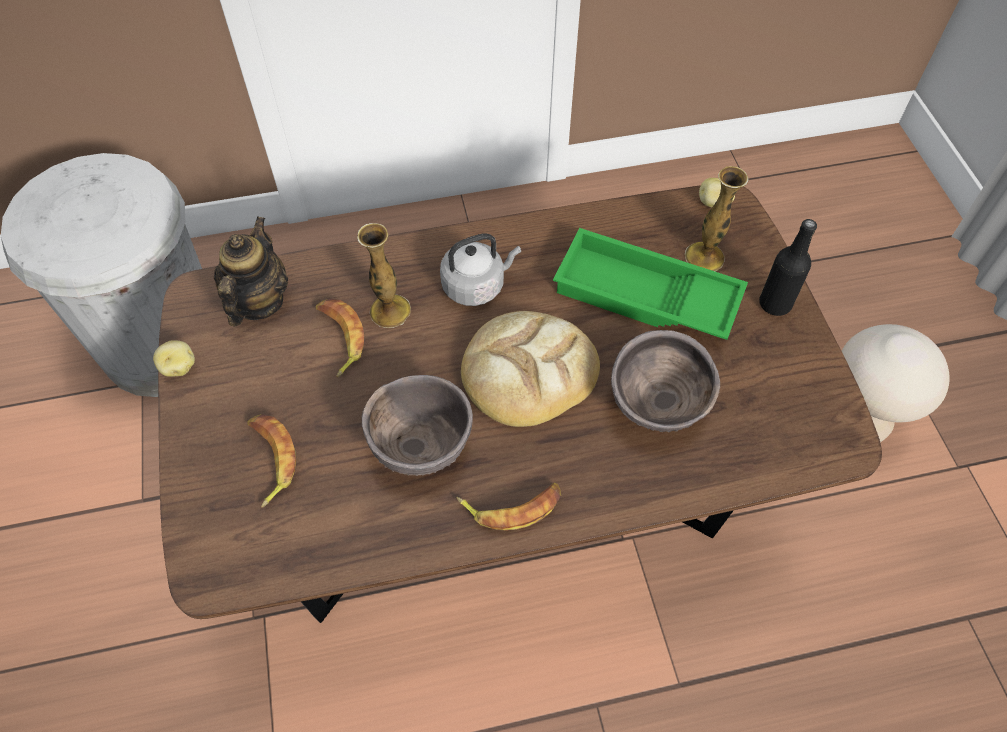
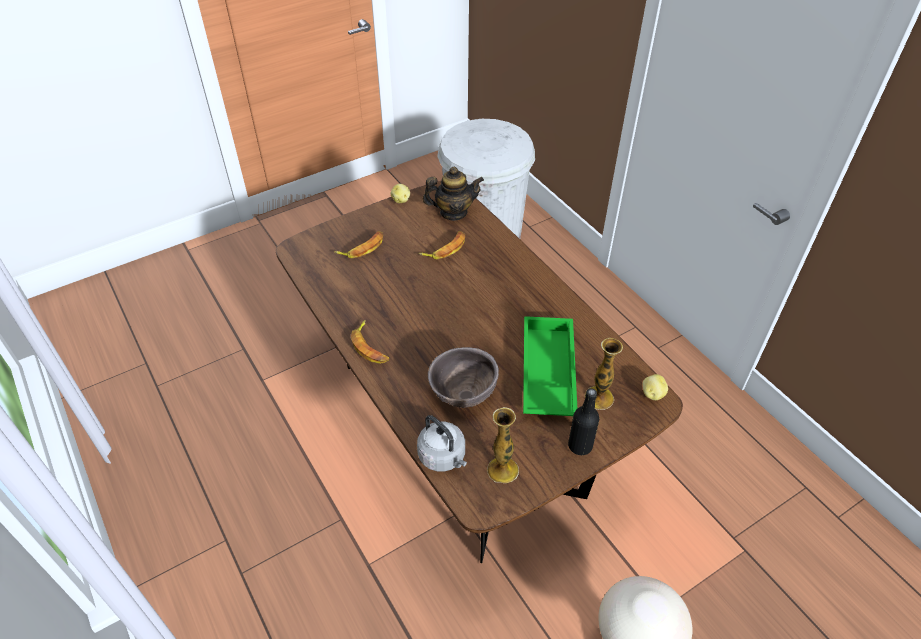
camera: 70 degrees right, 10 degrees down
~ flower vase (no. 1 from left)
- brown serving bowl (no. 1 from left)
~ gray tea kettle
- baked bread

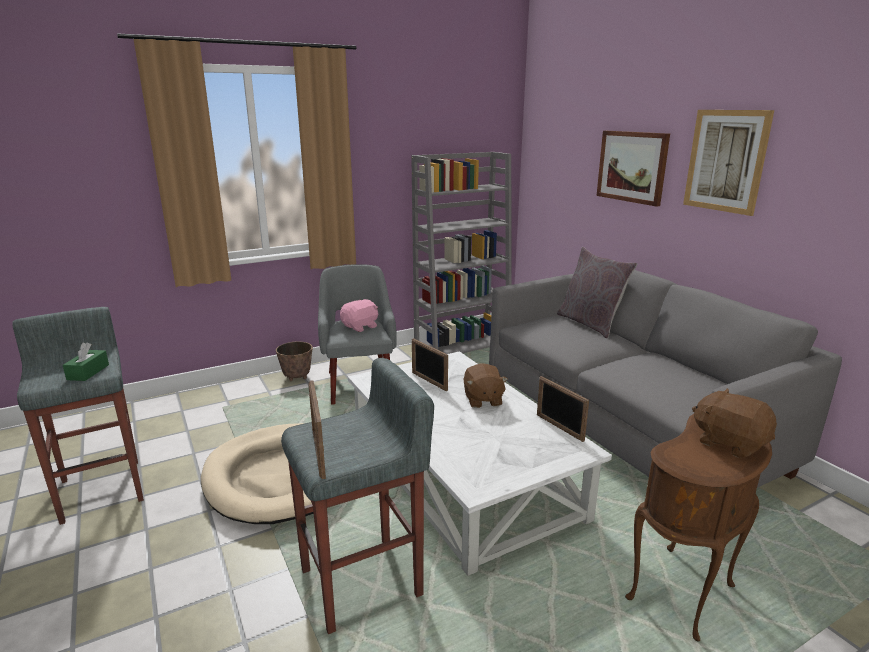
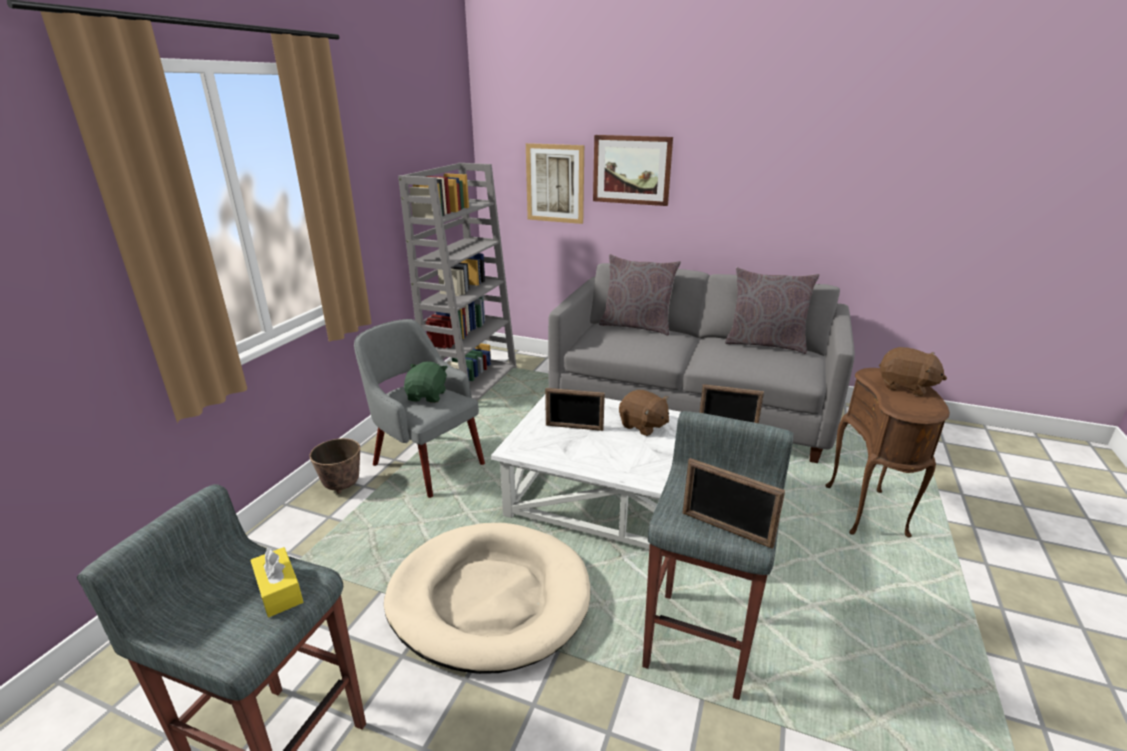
camera: 40 degrees left, 5 degrees up
~ green-coloured tissue holder to yellow tissue holder
~ pinkish soft toy to green-coloured soft toy
~ wall art (no. 2 from left in the first image) to wall art (no. 1 from left)
~ brown soft toy (no. 2 from left) 150 degrees counterclockwise
+ gray throw pillow (no. 2 from left)

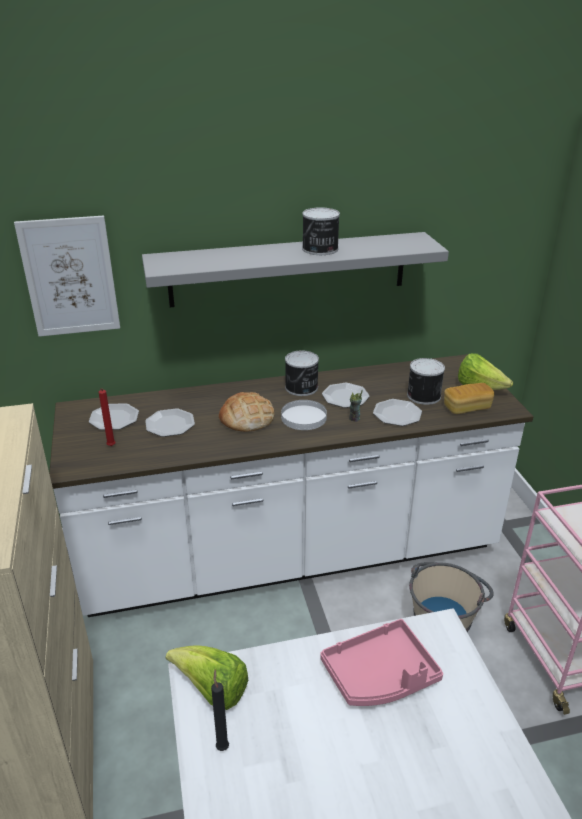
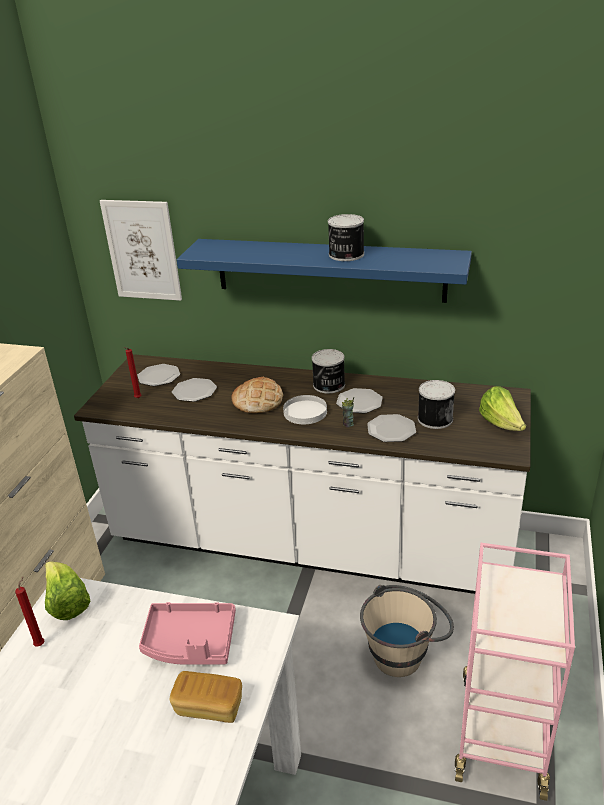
camera: 30 degrees right, 0 degrees up
~ gray wall shelf to bluish wall shelf
~ black-coloured candle to red candle (no. 1 from left)
~ baked bread (no. 2 from left in the first image) to baked bread (no. 1 from left)

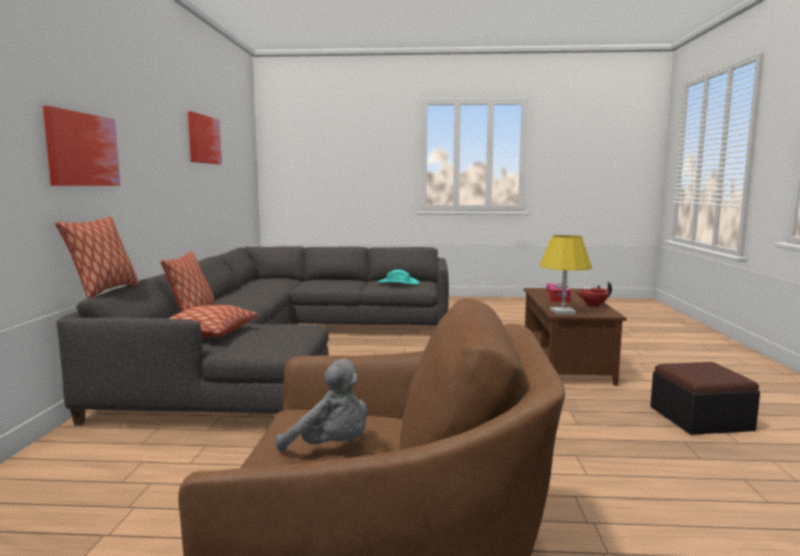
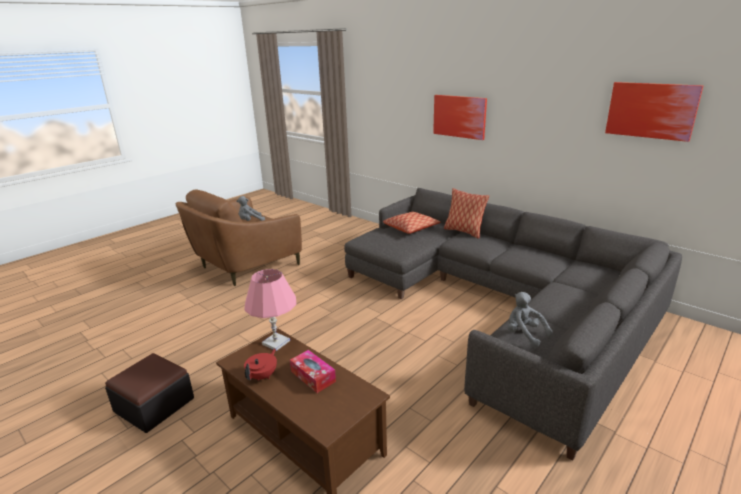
camera: 130 degrees right, 15 degrees up
- throw pillow (no. 1 from left)
~ blue-green clothing hat to gray soft toy (no. 2 from left)
~ yellow table lamp to pinkish table lamp

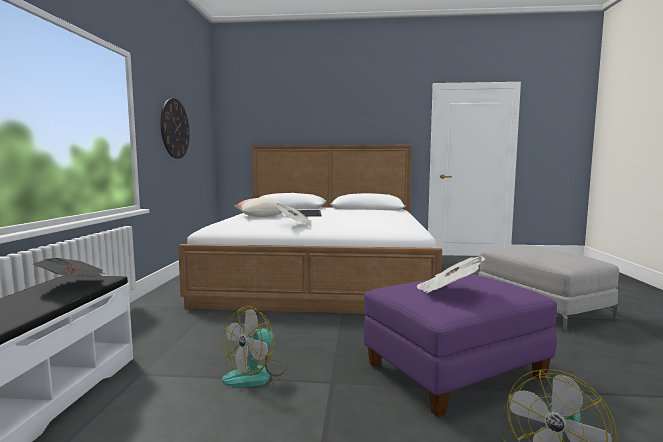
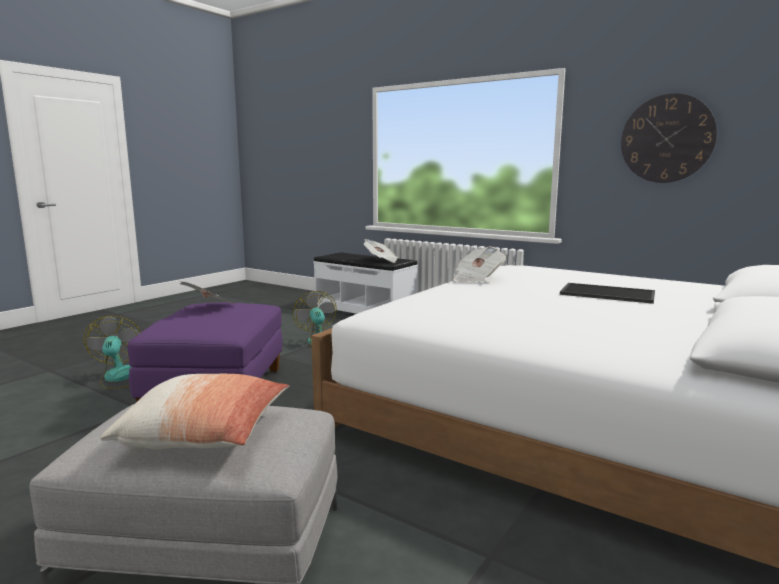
camera: 120 degrees right, 5 degrees up
~ throw pillow

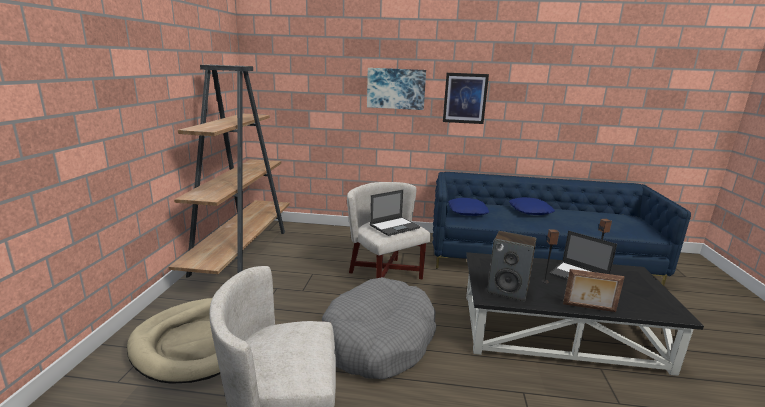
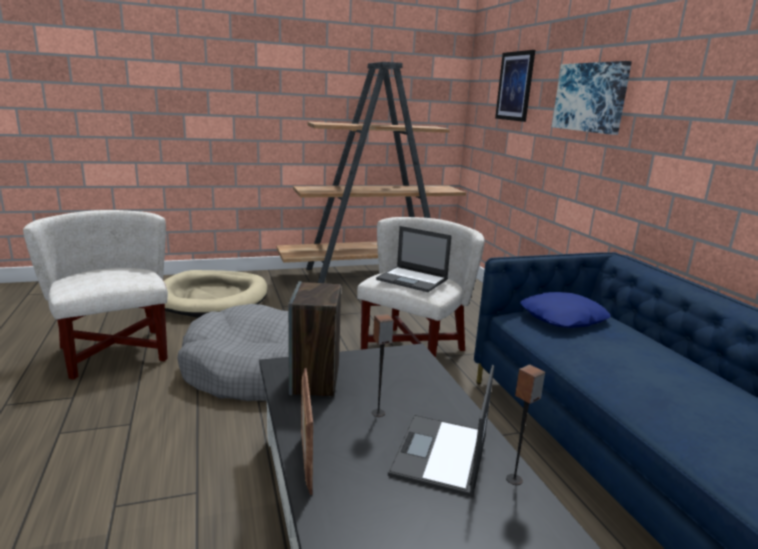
camera: 65 degrees right, 0 degrees up
~ wall art (no. 2 from left in the first image) to wall art (no. 1 from left)
- bluish throw pillow (no. 2 from left)

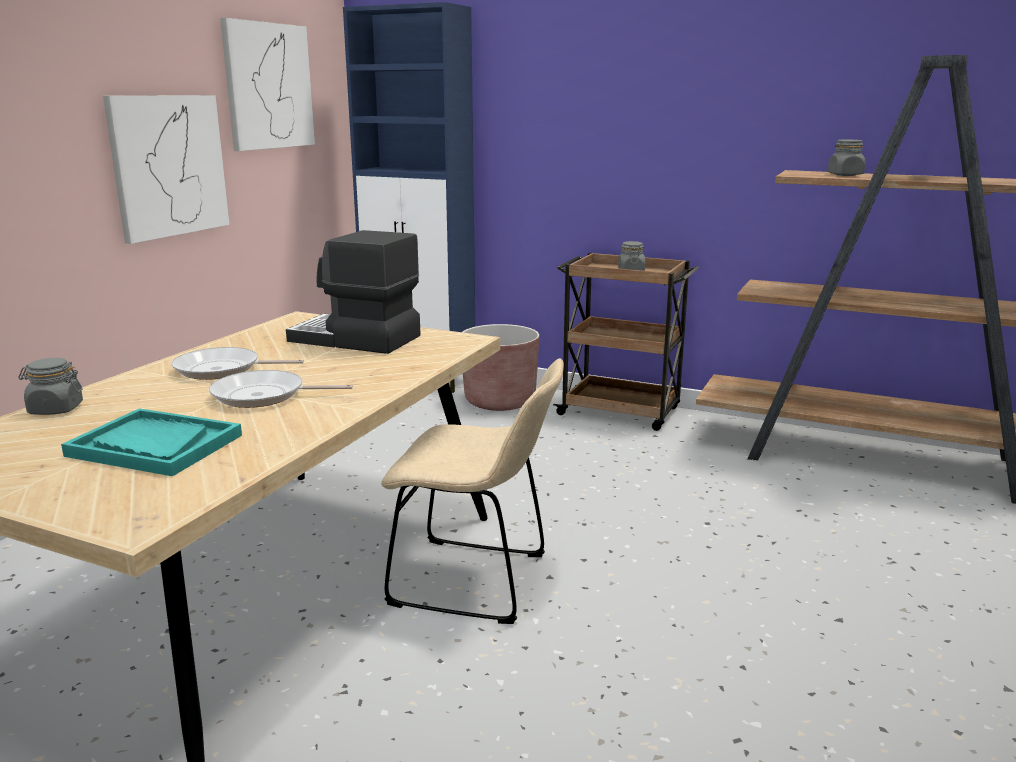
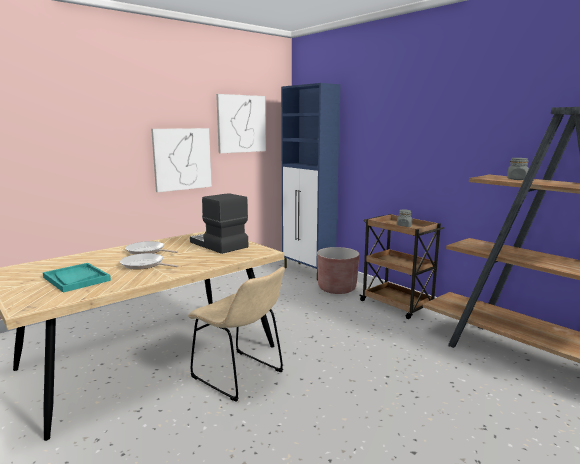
camera: 25 degrees right, 5 degrees down
- gray jar (no. 1 from left)

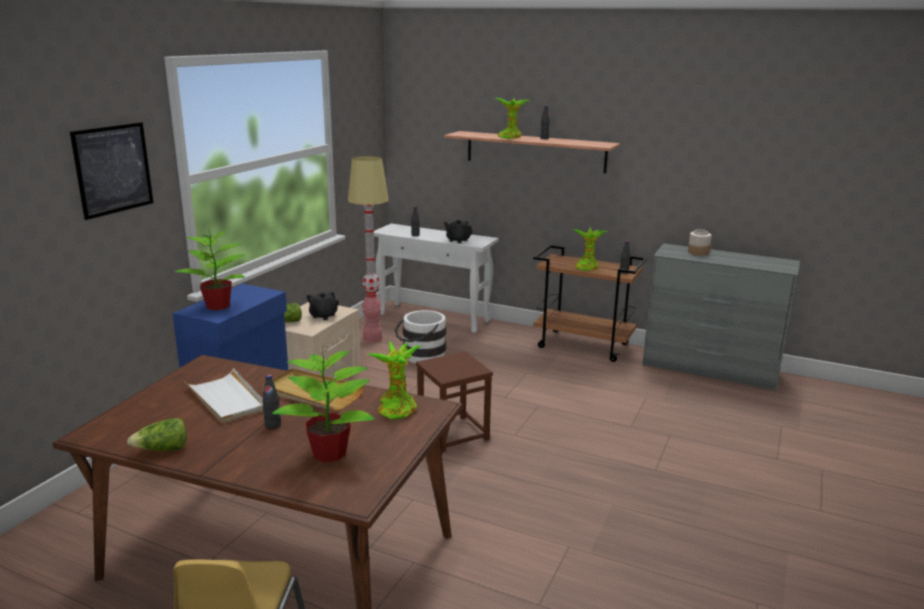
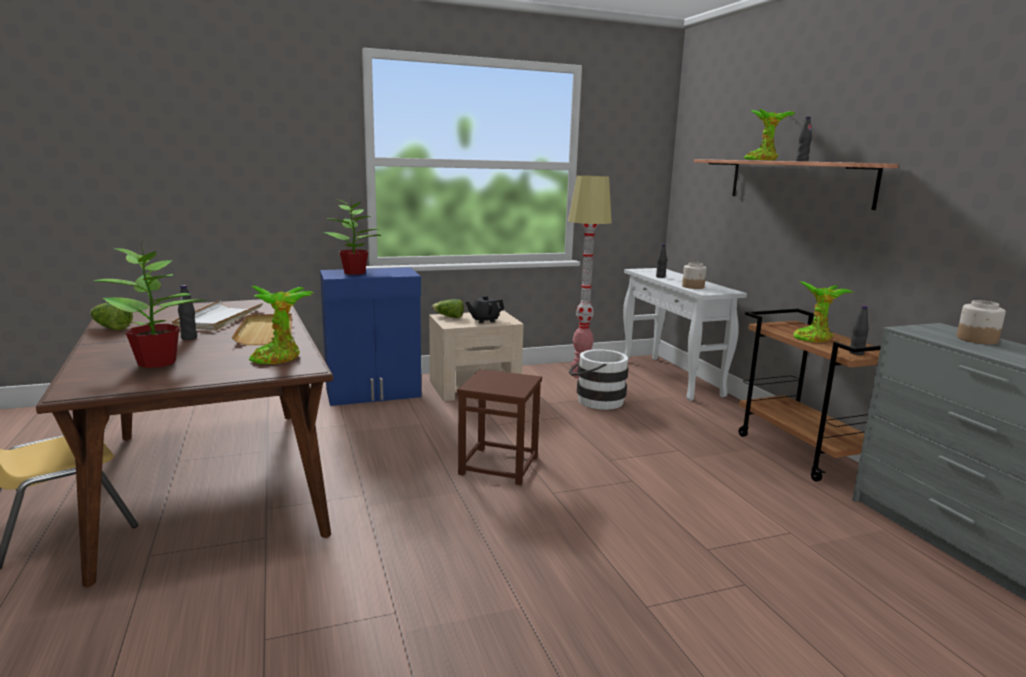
camera: 45 degrees right, 5 degrees down
- wall art
~ black-coloured teapot (no. 2 from left) to jar (no. 1 from left)

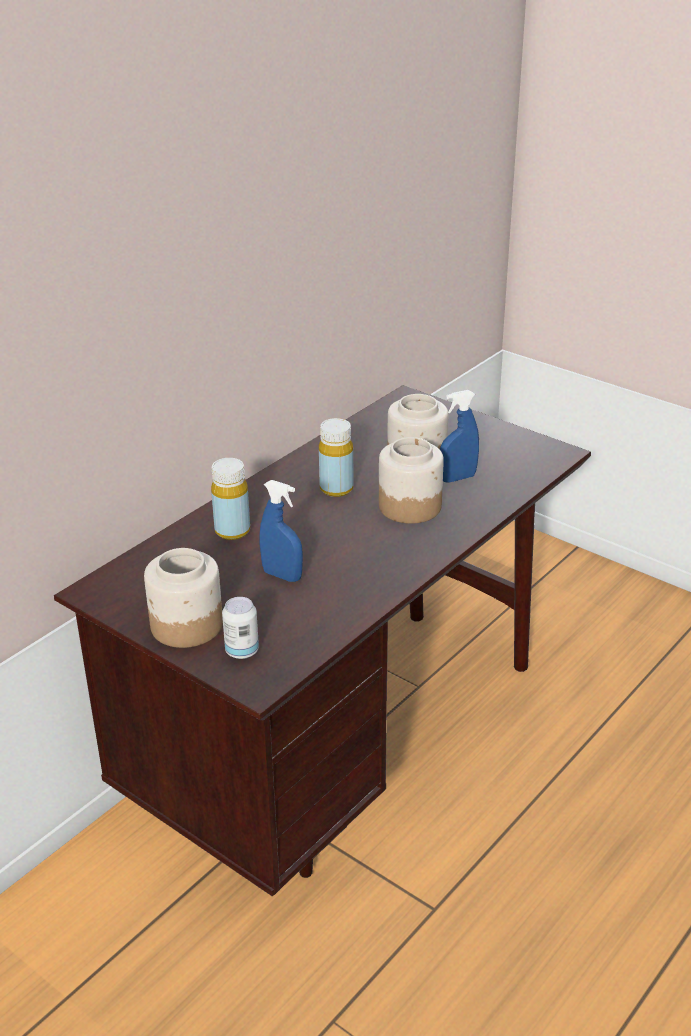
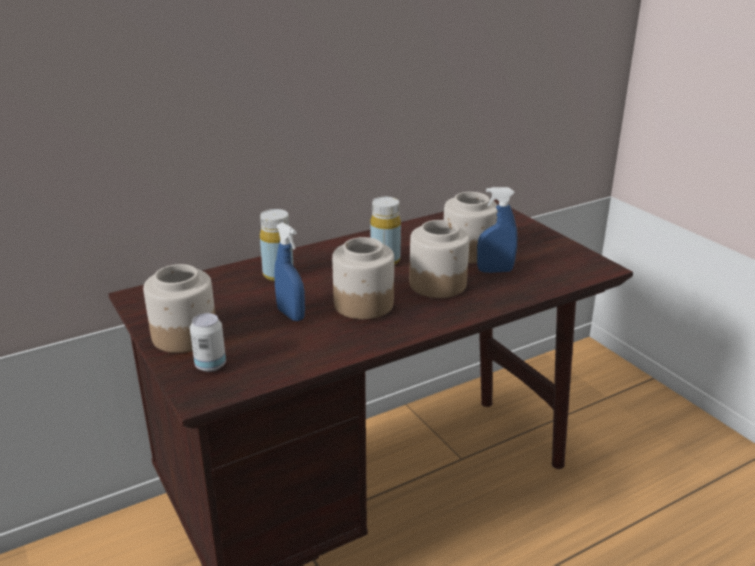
camera: 20 degrees right, 5 degrees down
+ jar (no. 2 from left)

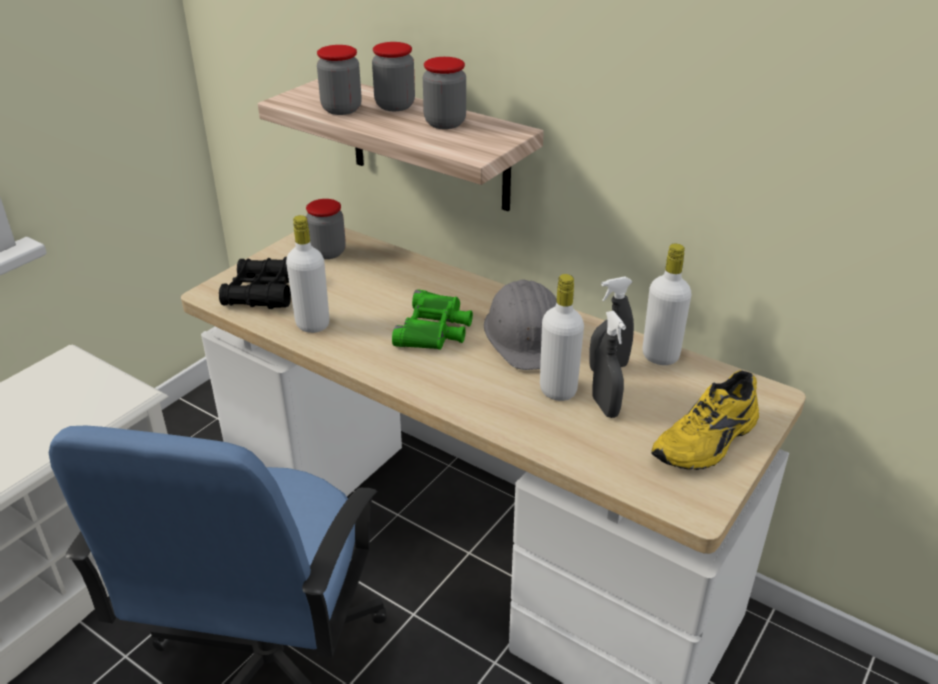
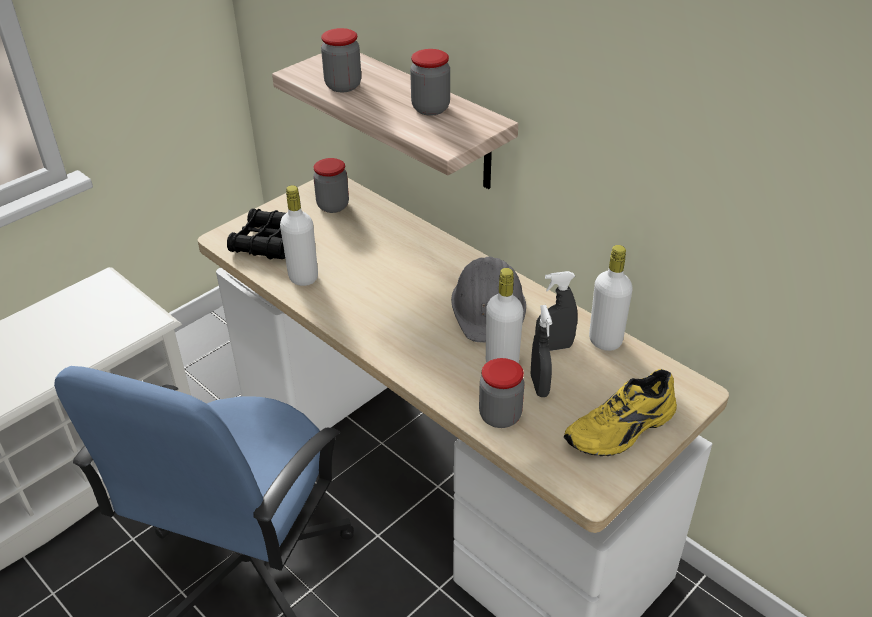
camera: 10 degrees right, 5 degrees up
~ jar (no. 3 from left in the first image) to jar (no. 4 from left)
- green-coloured field glasses

